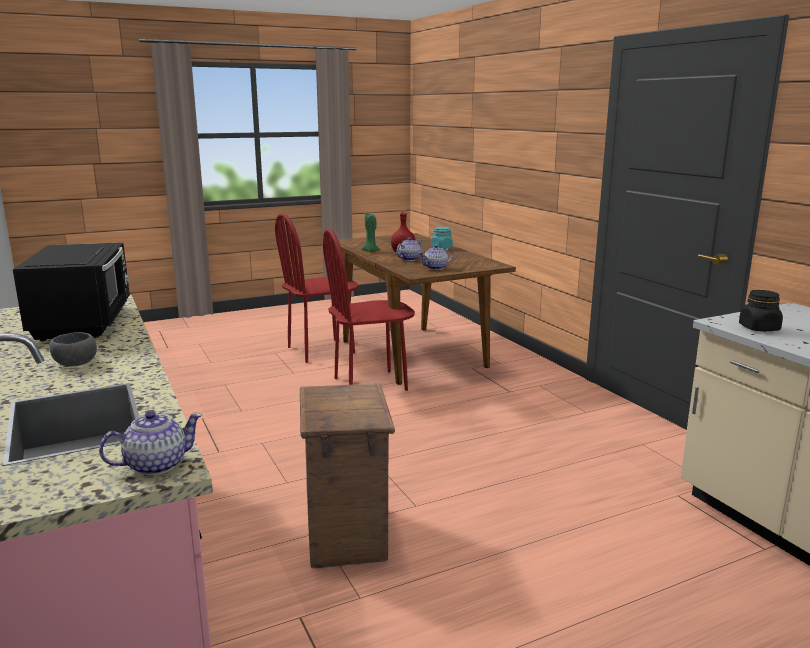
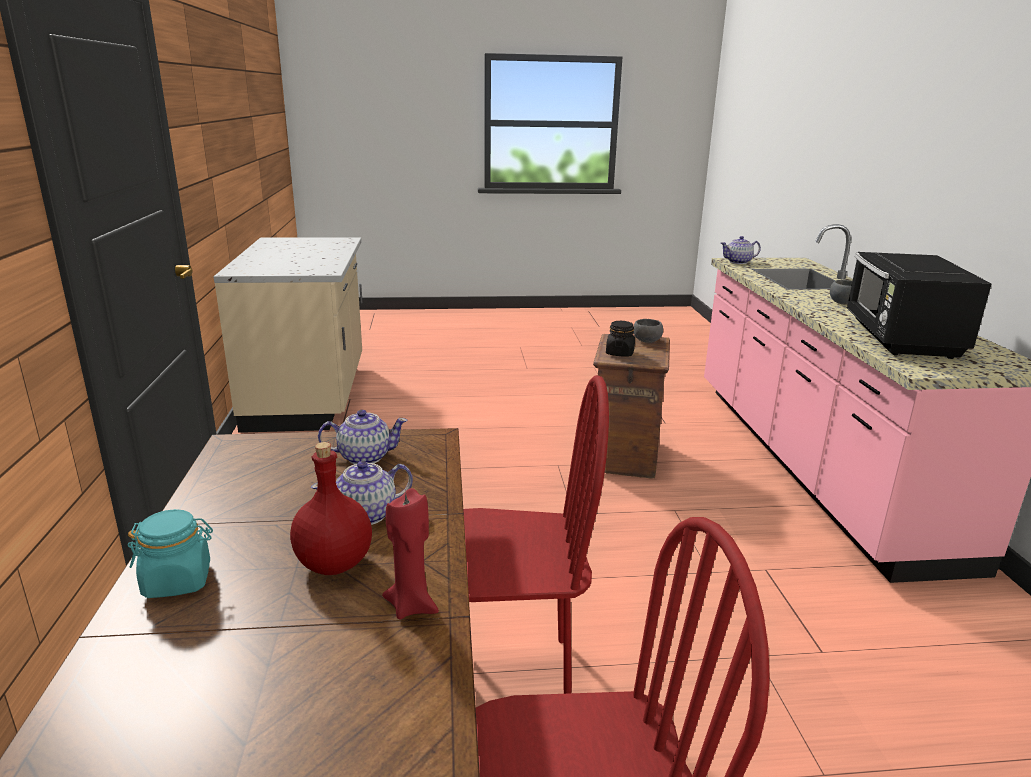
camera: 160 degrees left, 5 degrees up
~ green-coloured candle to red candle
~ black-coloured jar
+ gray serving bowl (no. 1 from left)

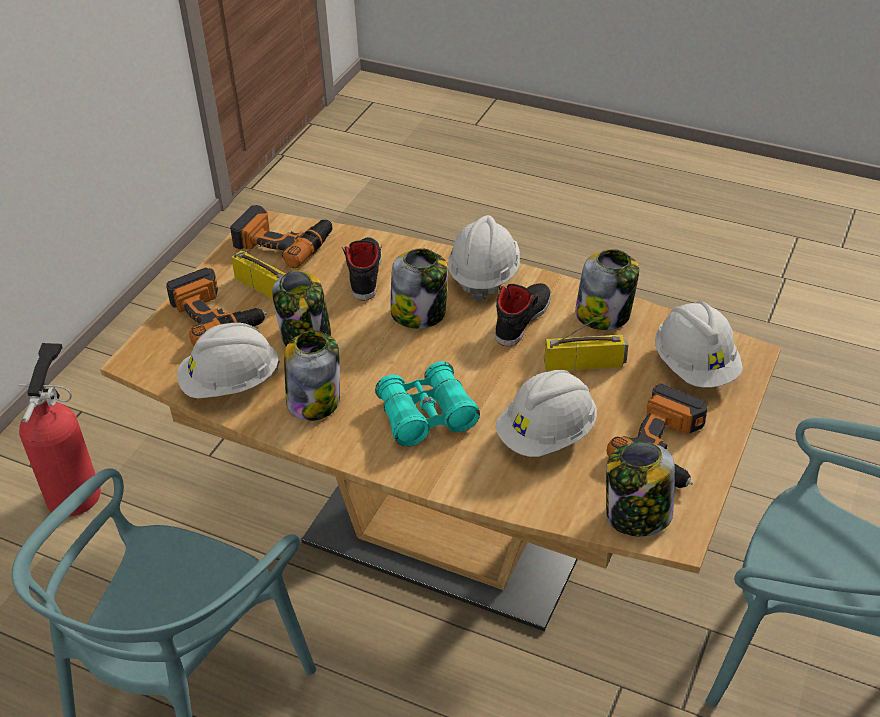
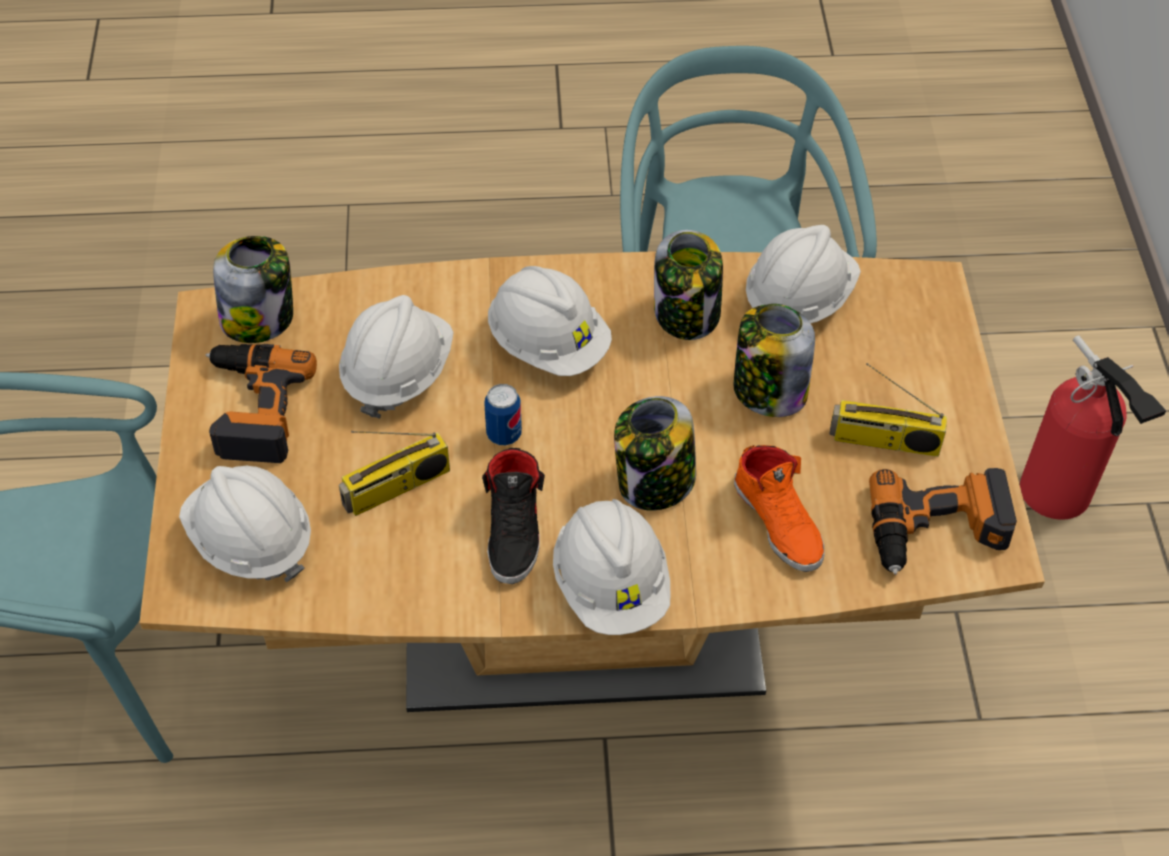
camera: 150 degrees right, 10 degrees up
- power drill (no. 1 from left)
~ black-coloured shoe (no. 1 from left) to orange-coloured shoe
~ blue-green field glasses to white safety helmet (no. 3 from left)
- jar (no. 4 from left)
+ can

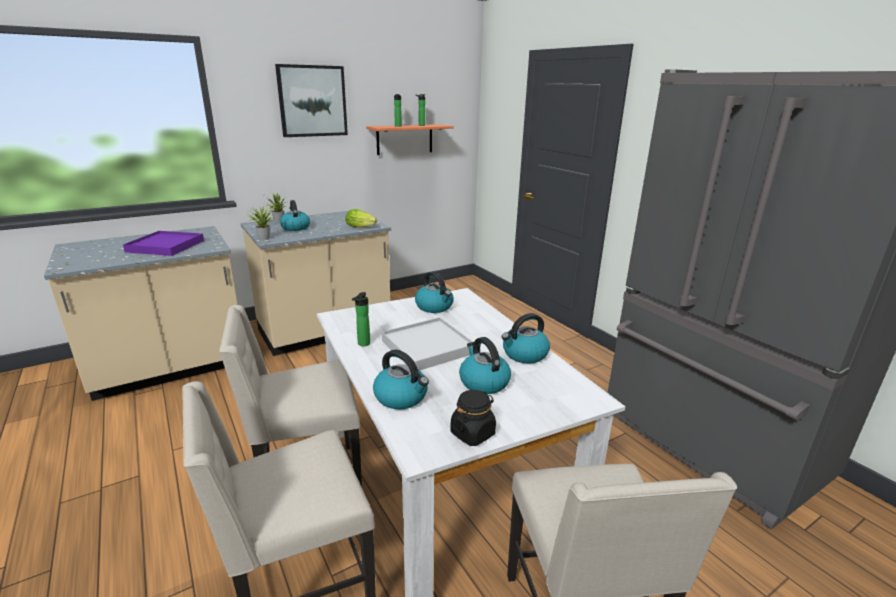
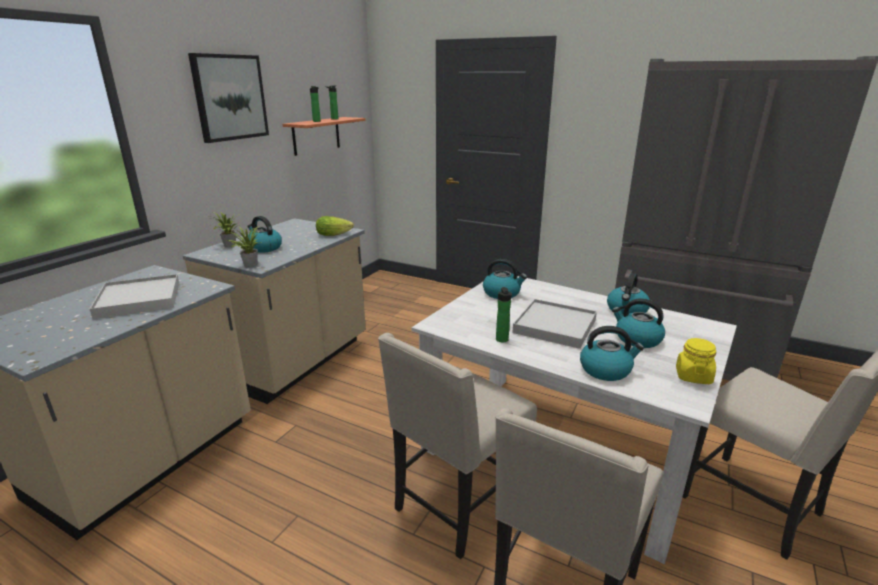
camera: 30 degrees left, 0 degrees up
~ purplish serving tray to white serving tray (no. 1 from left)
~ black-coloured jar to yellow jar

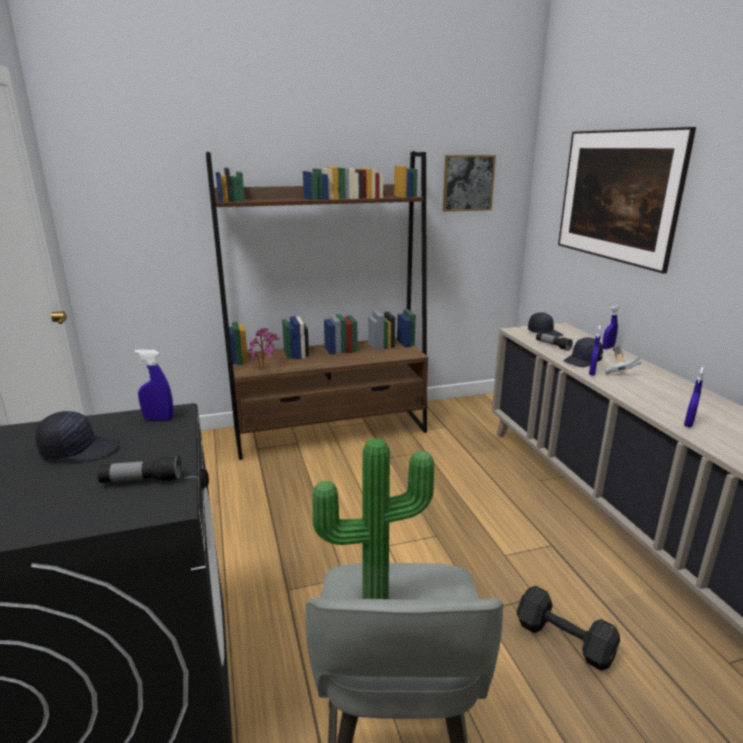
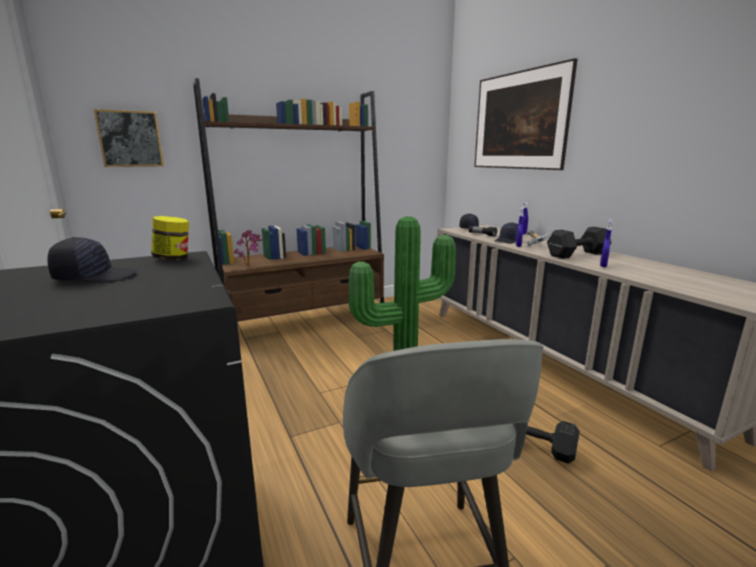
camera: 10 degrees left, 5 degrees down
- flashlight (no. 1 from left)
~ bluish spray bottle (no. 1 from left) to jar
~ wall art (no. 1 from left)
+ black-coloured dumbbell (no. 2 from left)

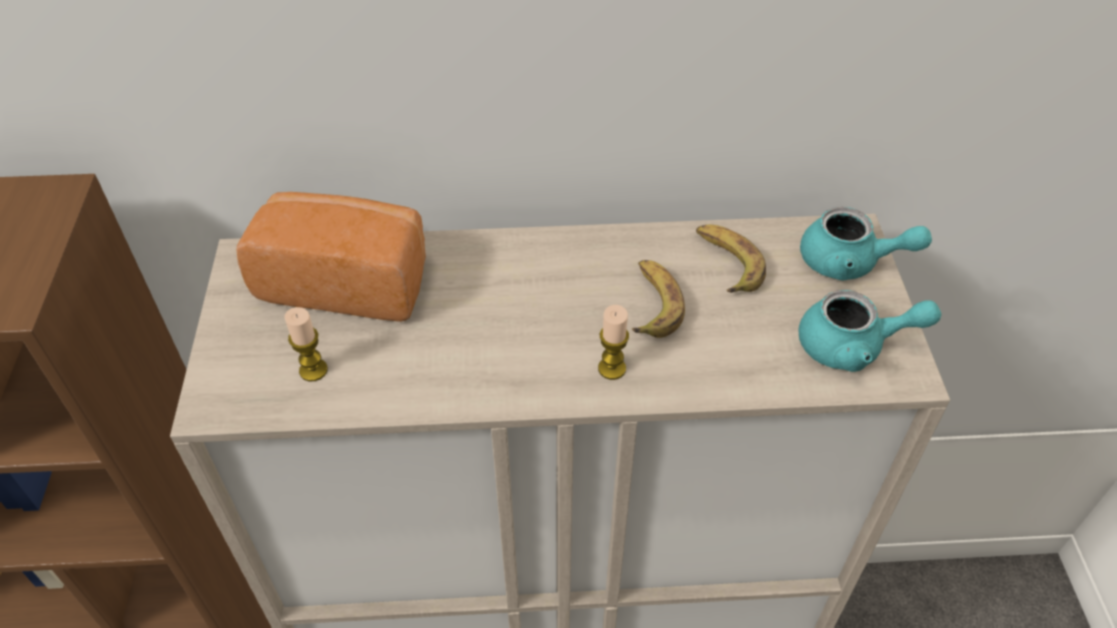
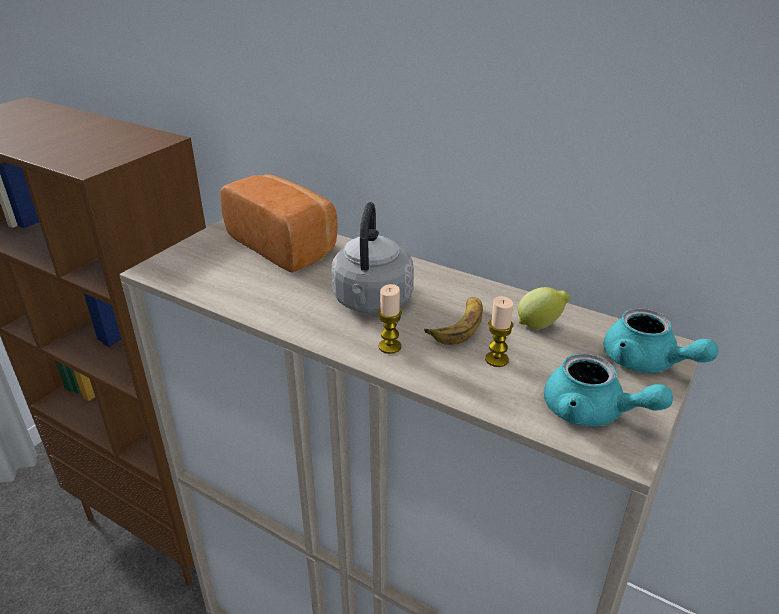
camera: 35 degrees right, 15 degrees down
~ candle (no. 1 from left in the first image) to candle (no. 2 from left)
~ banana fruit (no. 2 from left) to lemon
+ gray tea kettle

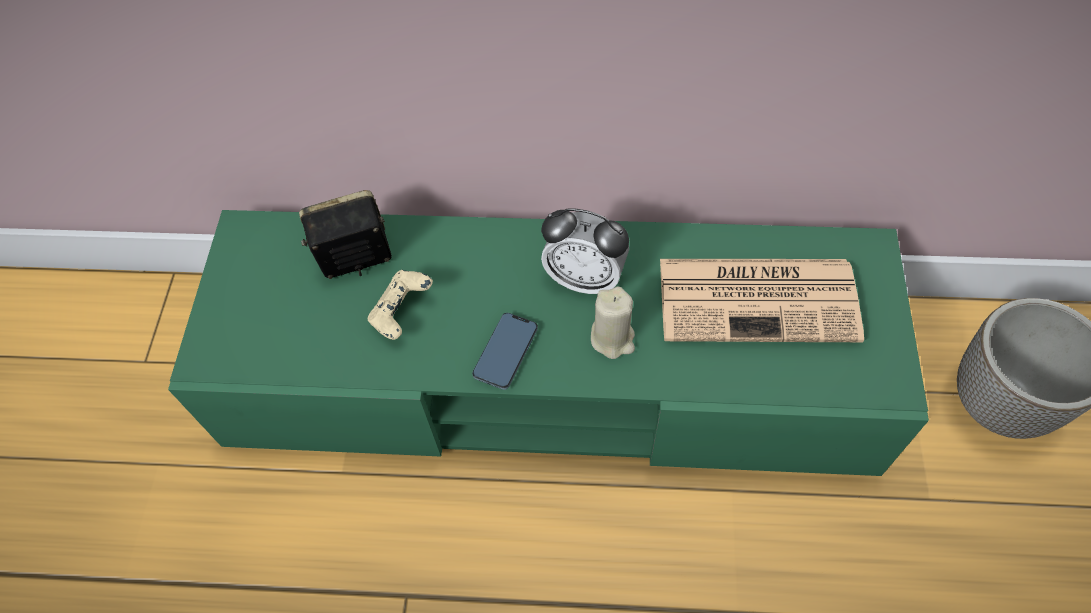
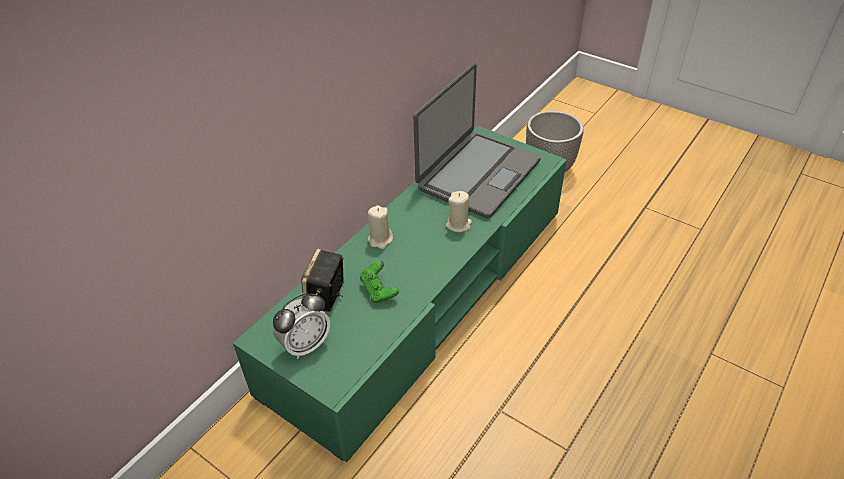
camera: 60 degrees left, 15 degrees down
~ beige joypad to green-coloured joypad
- telephone
~ table clock
~ printed paper to portable computer
+ beige candle (no. 1 from left)

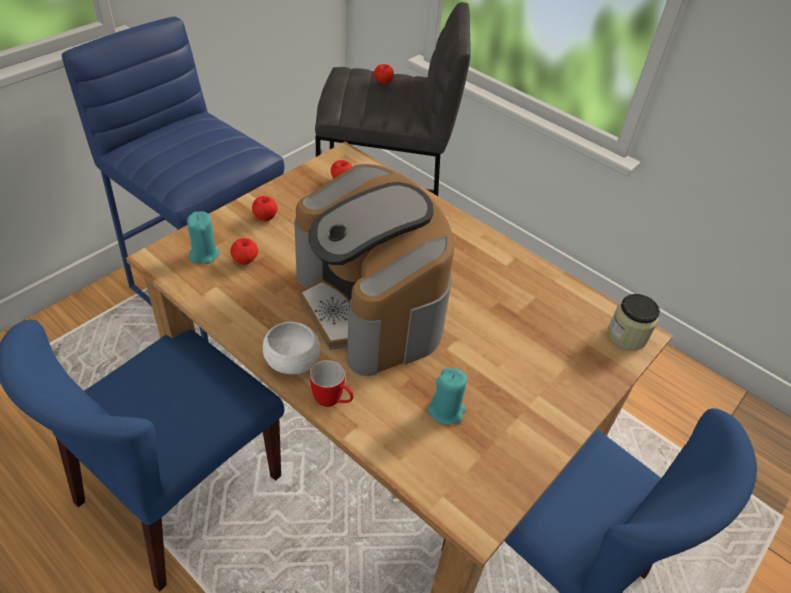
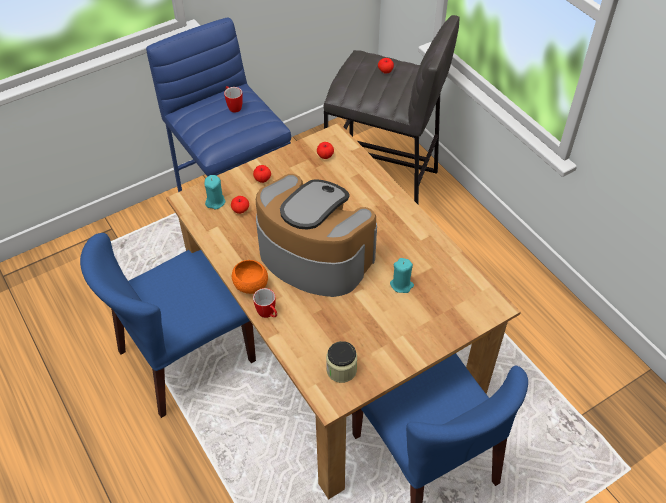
camera: 20 degrees right, 5 degrees up
~ white serving bowl to orange-coloured serving bowl
~ coffee maker 135 degrees clockwise
~ blue-green candle (no. 2 from left)
~ jar
+ mug (no. 1 from left)

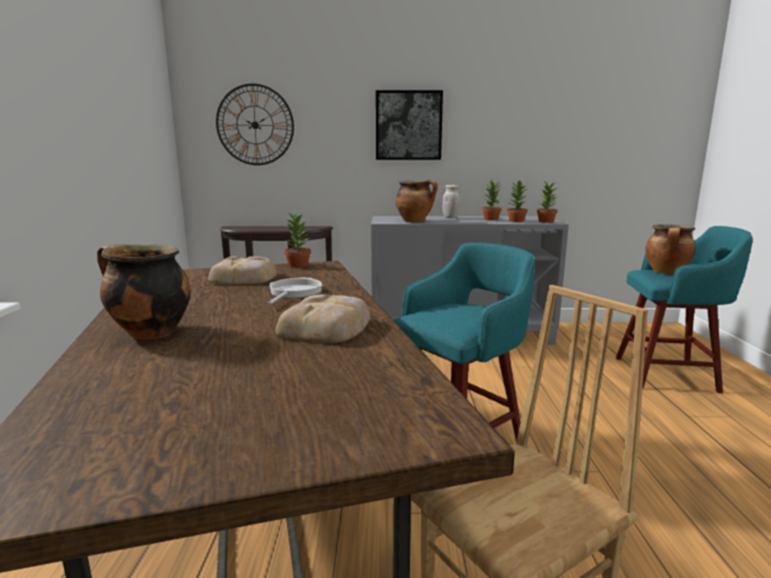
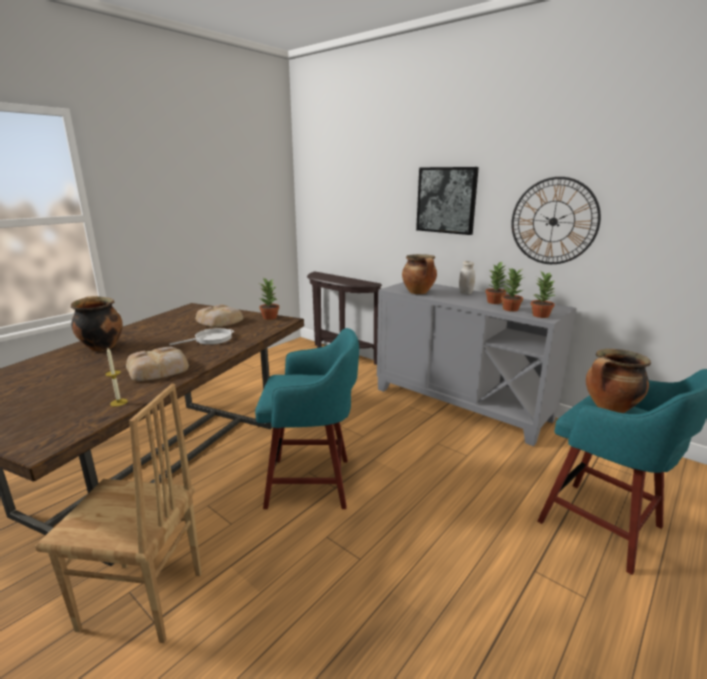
camera: 40 degrees right, 5 degrees up
~ wall clock
+ candle

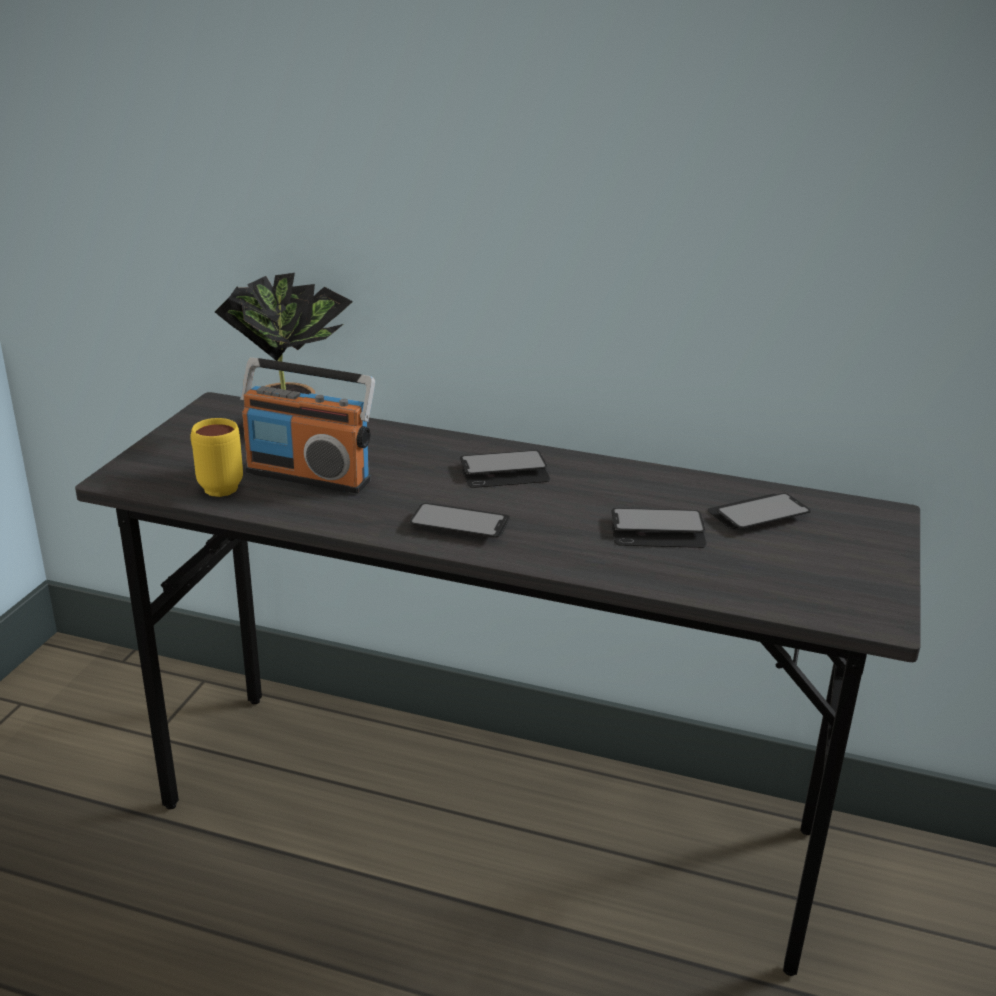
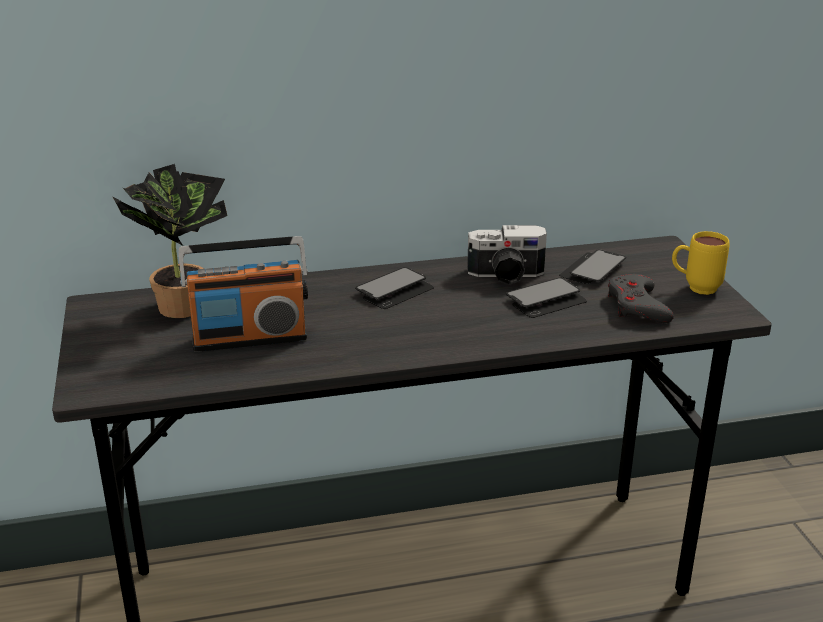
camera: 30 degrees left, 0 degrees up
~ yellow mug
- telephone (no. 1 from left)
+ photo camera
+ gray joypad

